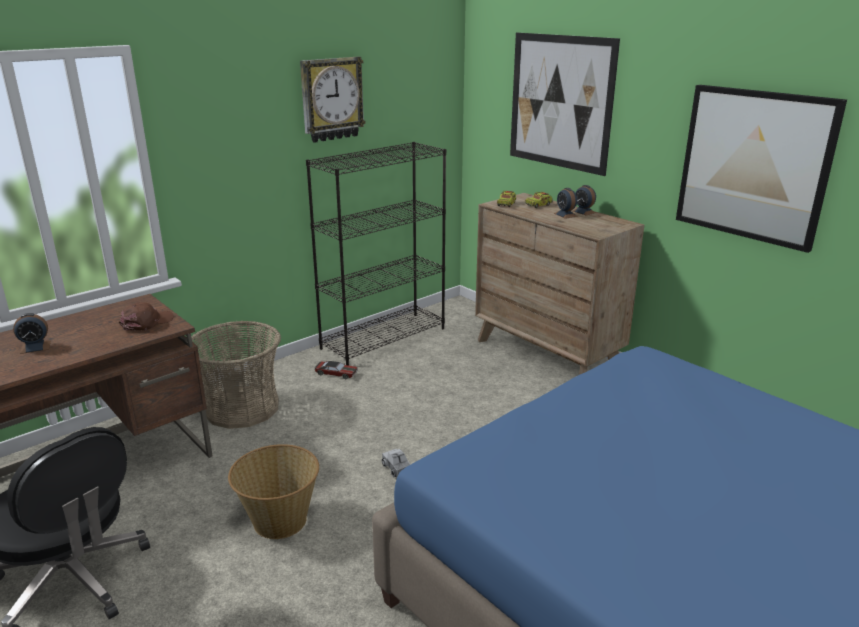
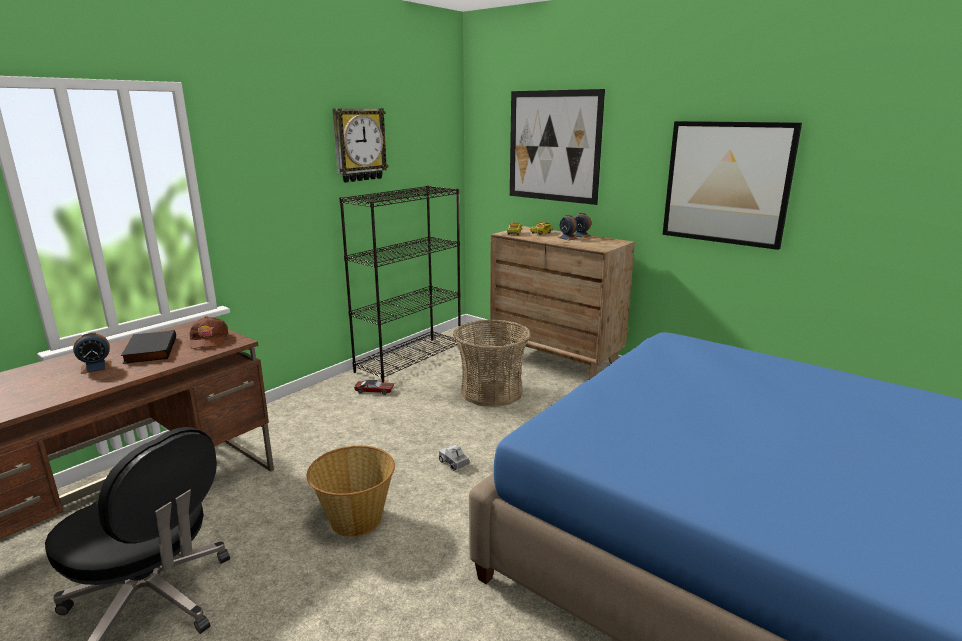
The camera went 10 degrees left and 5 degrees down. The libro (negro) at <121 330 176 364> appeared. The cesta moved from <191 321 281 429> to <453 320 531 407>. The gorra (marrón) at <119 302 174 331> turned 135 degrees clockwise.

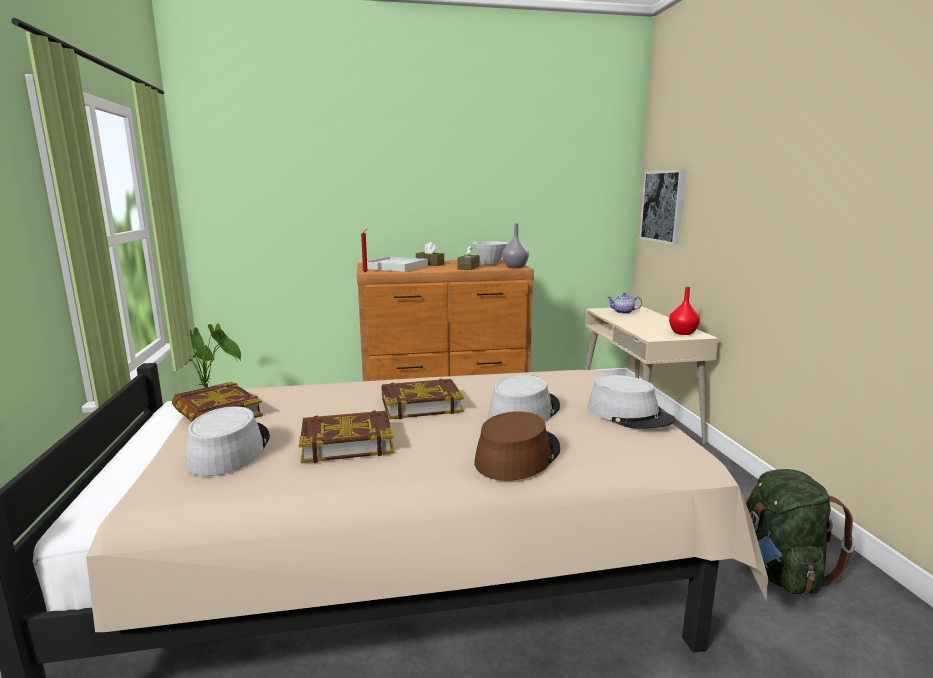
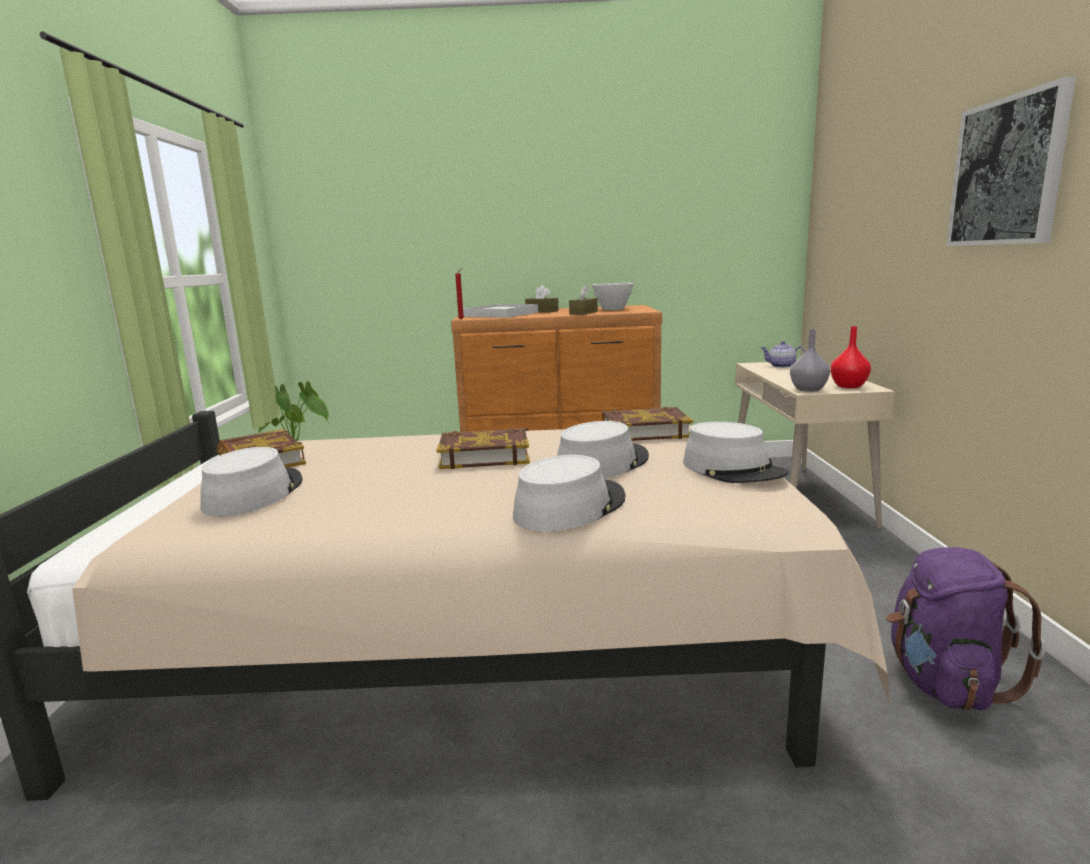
The camera went 10 degrees right and 0 degrees up. The libro moved from <299 410 394 463> to <602 406 693 441>. The florero (gris) moved from <502 223 529 268> to <790 329 830 392>. The cuadro moved from <639 169 686 245> to <946 76 1076 246>. The sombrero (marrón) at <475 411 560 481> became the sombrero (gris) at <513 455 625 531>. The mochila (verde) at <746 469 855 595> became the mochila (morado) at <886 547 1046 710>.

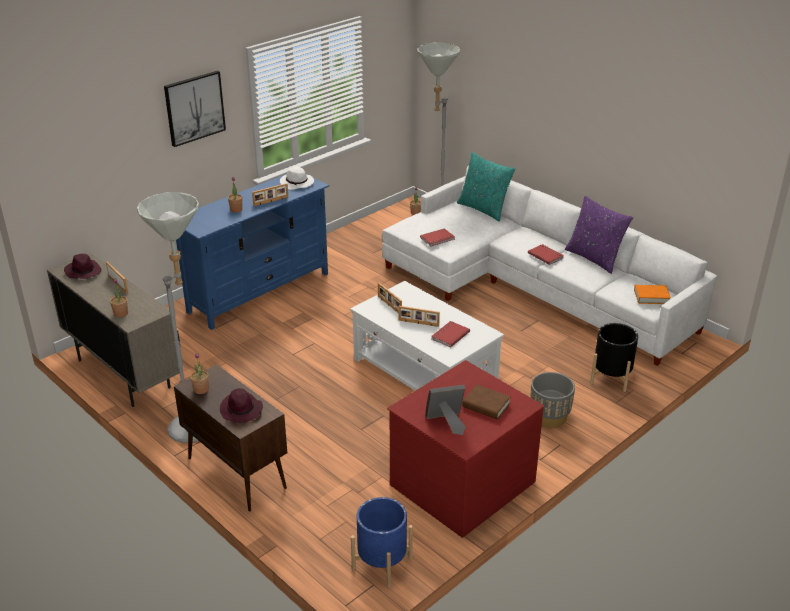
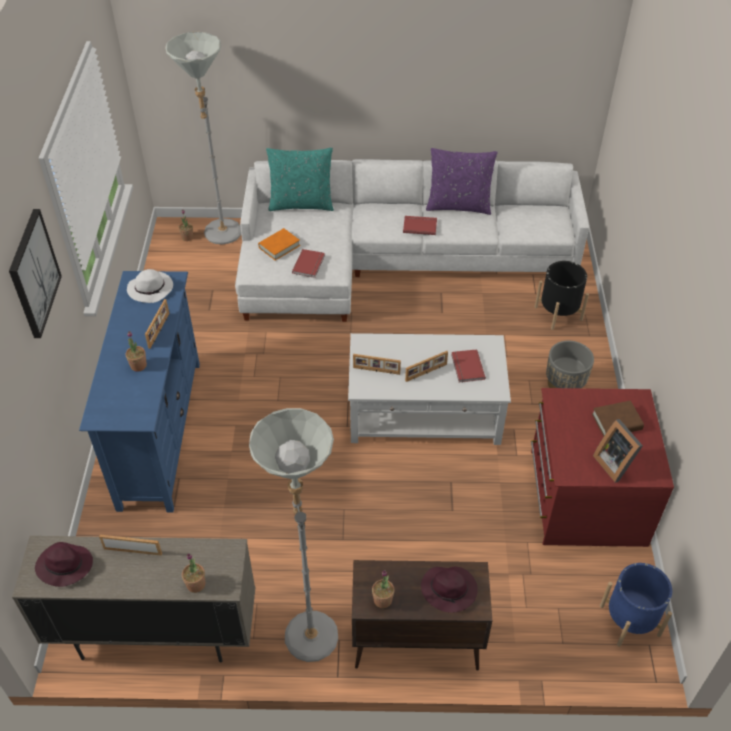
The camera went 45 degrees left and 15 degrees up. The libro (naranja) moved from <634 285 671 304> to <258 228 300 261>. The portarretratos at <425 385 466 435> turned 60 degrees counterclockwise.

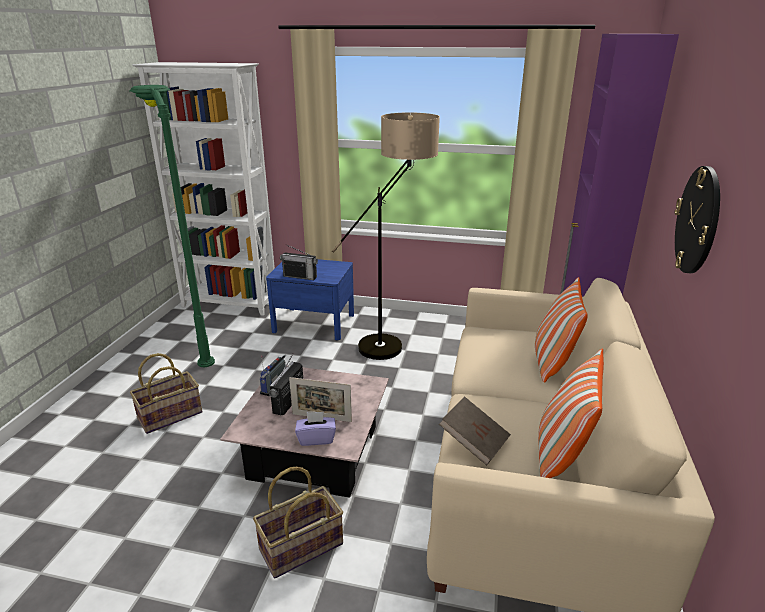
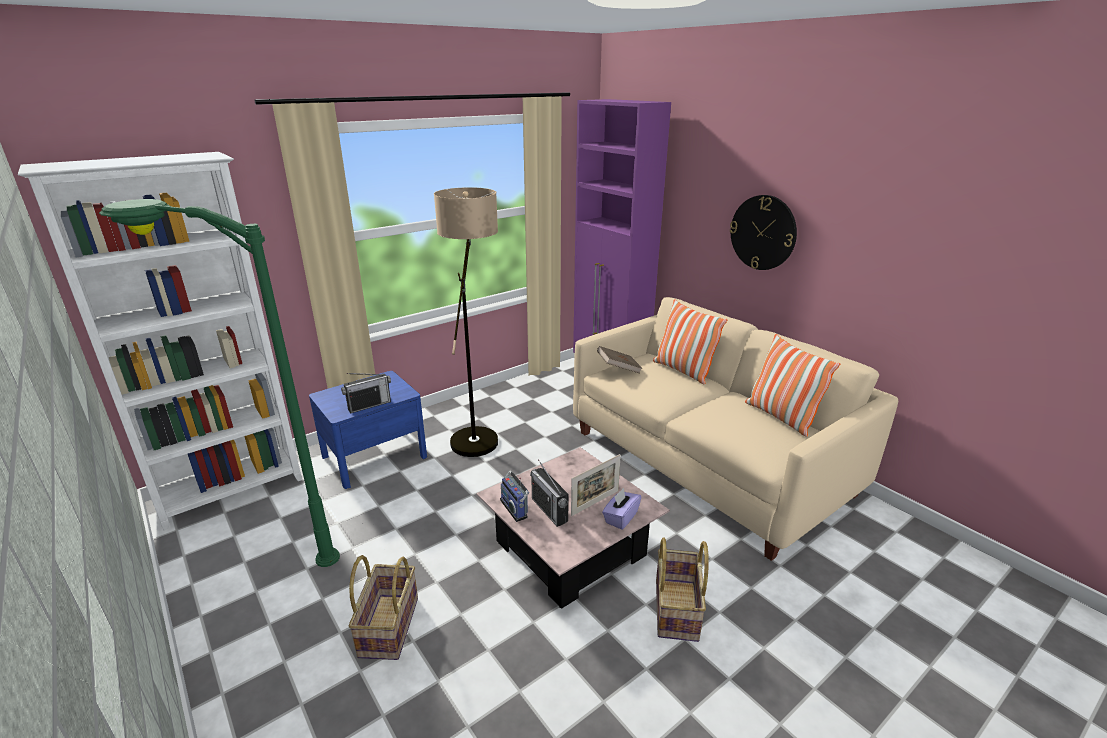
The camera went 50 degrees left and 0 degrees up. The libro (marrón) moved from <439 396 511 465> to <597 346 642 374>.

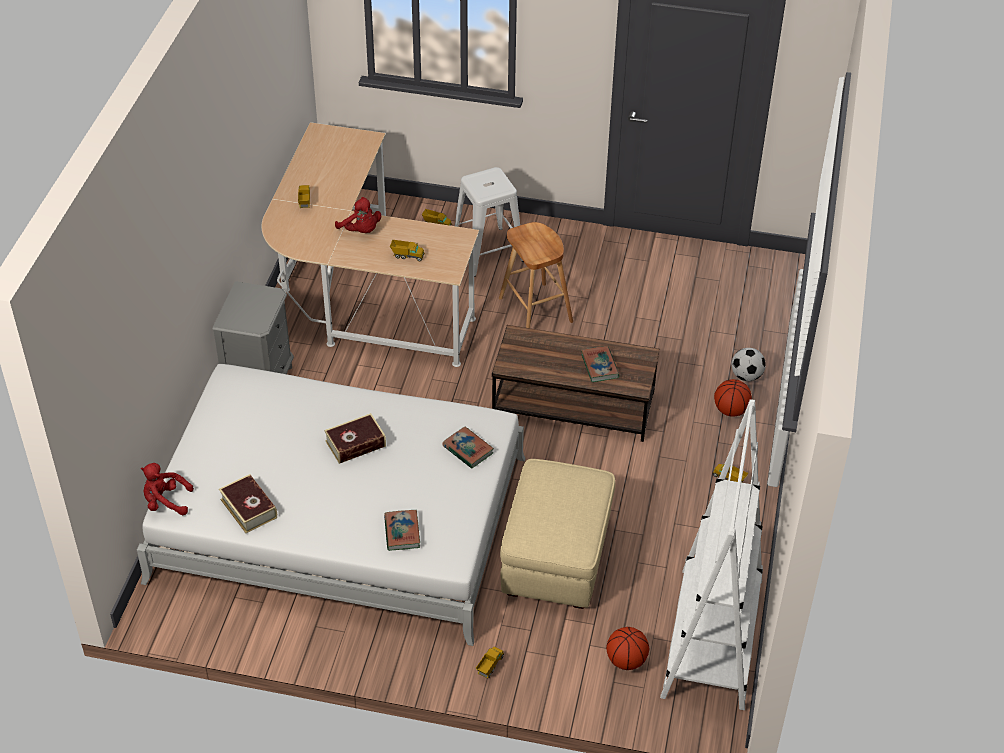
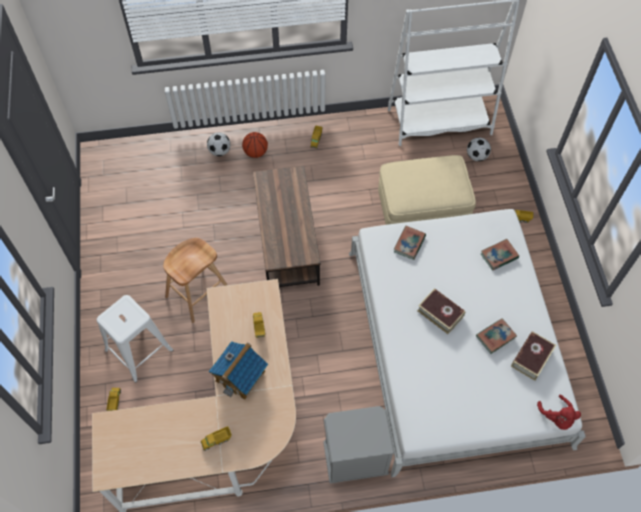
The camera went 110 degrees left and 15 degrees up. The libro moved from <581 346 620 382> to <476 318 517 354>. The peluche (rojo) at <335 197 381 233> was replaced by the casita at <209 341 268 400>. The balón de baloncesto at <606 627 649 670> was replaced by the balón de fútbol at <467 138 491 161>.

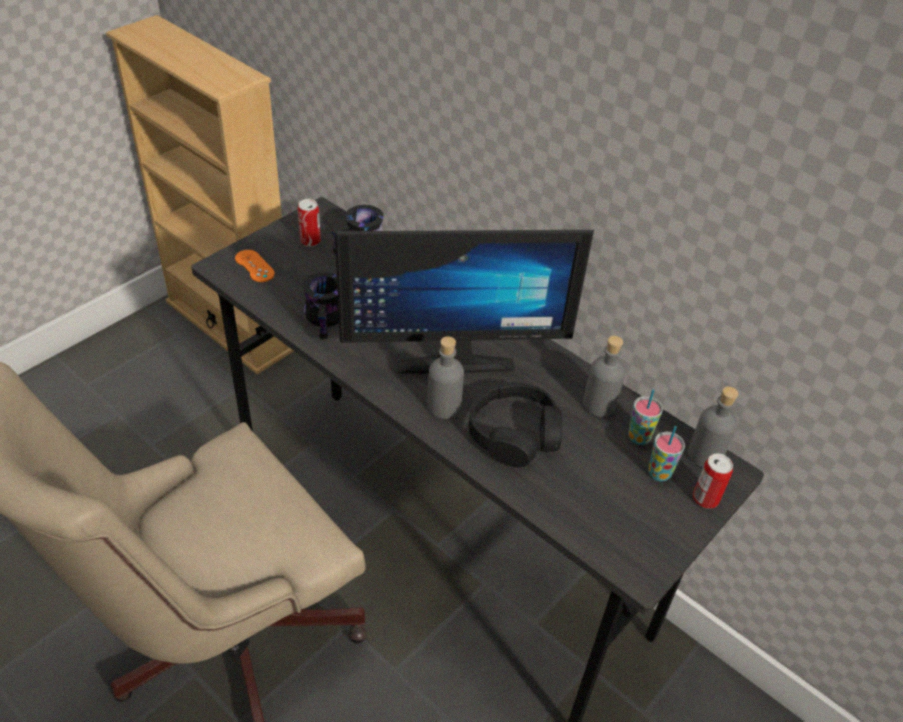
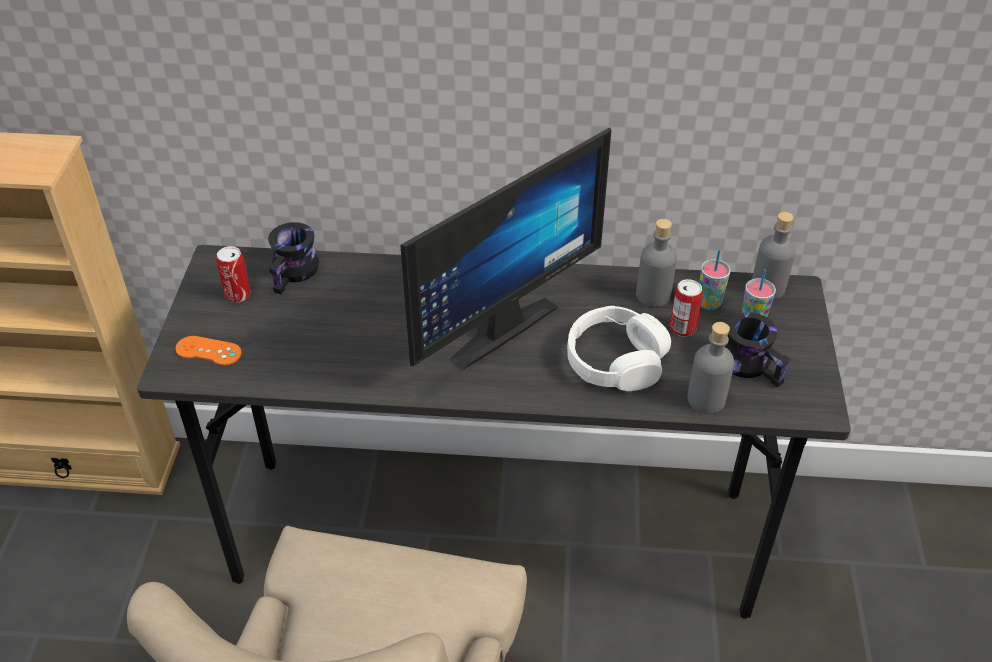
The camera went 35 degrees left and 0 degrees up. The taza grande (negro) moved from <303 272 339 339> to <725 312 791 387>. The botella (gris) moved from <428 336 464 419> to <687 322 734 414>. The lata moved from <693 453 733 508> to <670 279 703 337>. The auriculares (negro) at <469 382 562 468> became the auriculares (blanco) at <567 306 671 391>.

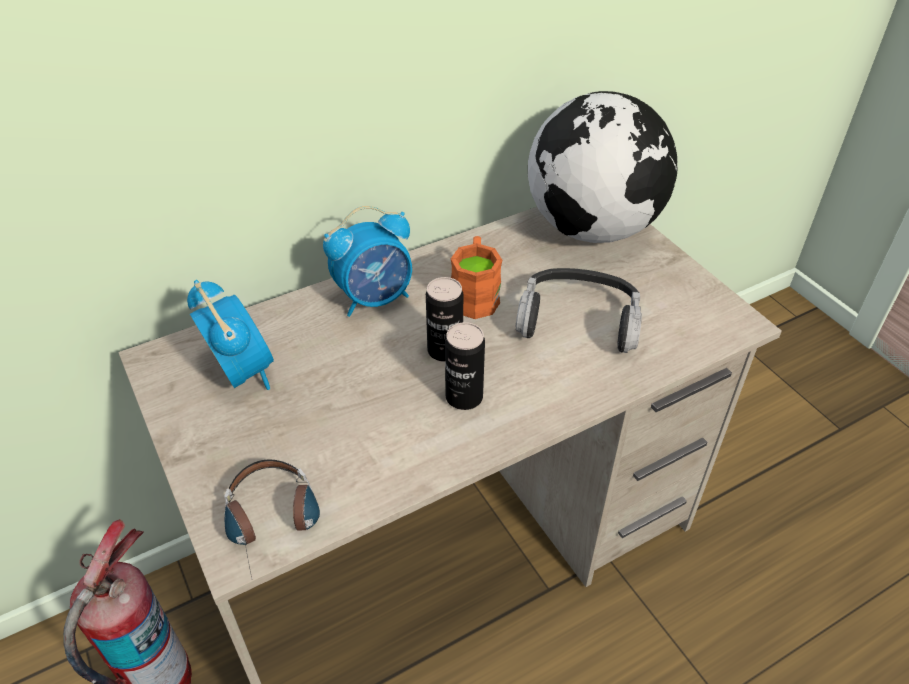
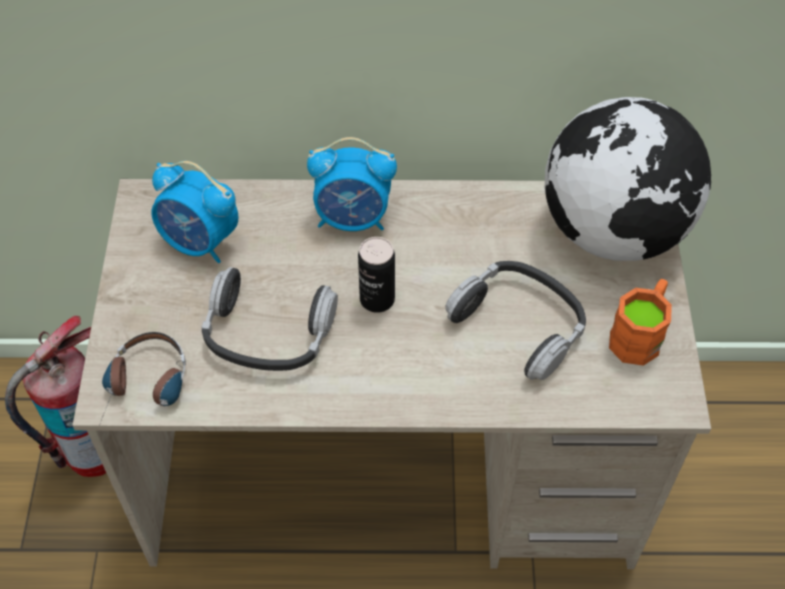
The camera went 30 degrees right and 10 degrees up. The lata at <445 322 485 410> disappeared. The auriculares at <202 267 338 371> appeared. The taza grande (naranja) moved from <451 236 502 319> to <609 279 672 366>. The despertador at <187 280 274 390> turned 120 degrees clockwise.

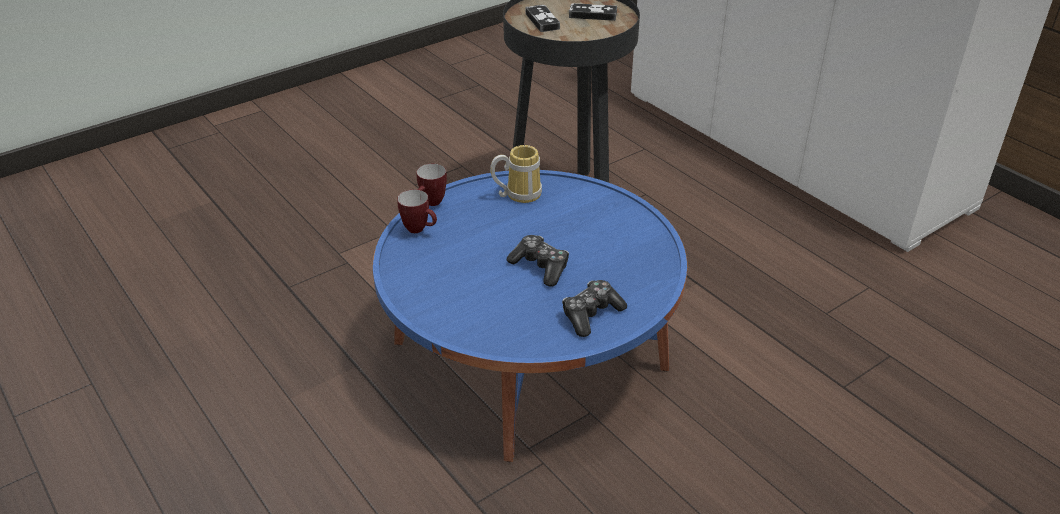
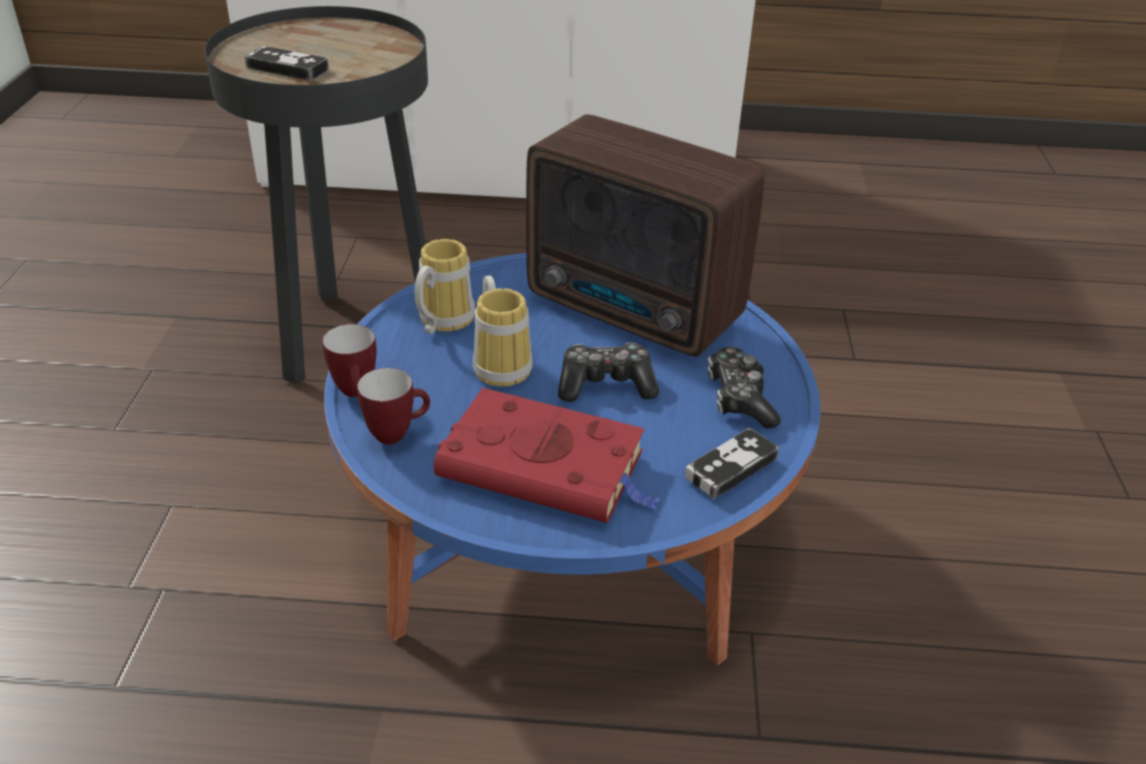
The camera went 50 degrees left and 0 degrees up. The libro (rojo) at <434 388 660 523> appeared. The taza grande at <473 275 533 386> appeared. The radio at <526 114 765 357> appeared. The mando de consola moved from <569 3 617 21> to <685 428 779 499>.

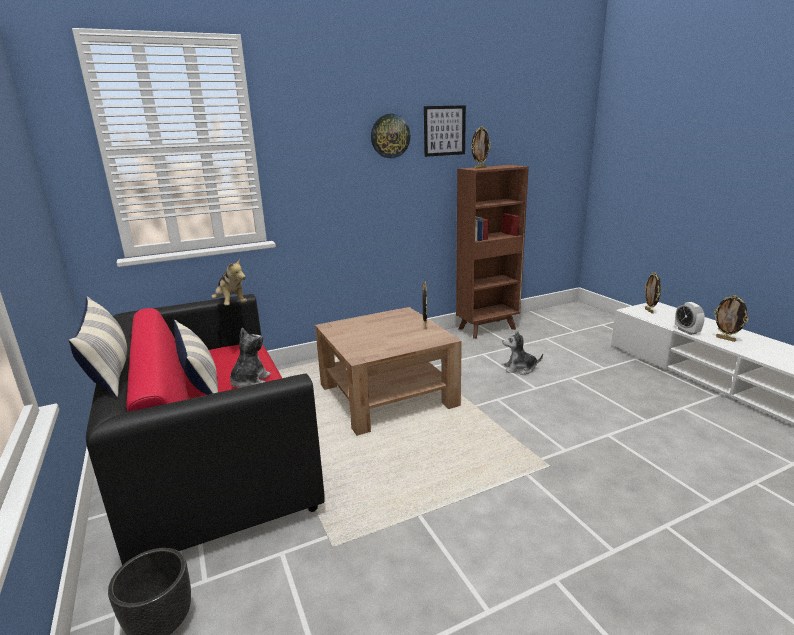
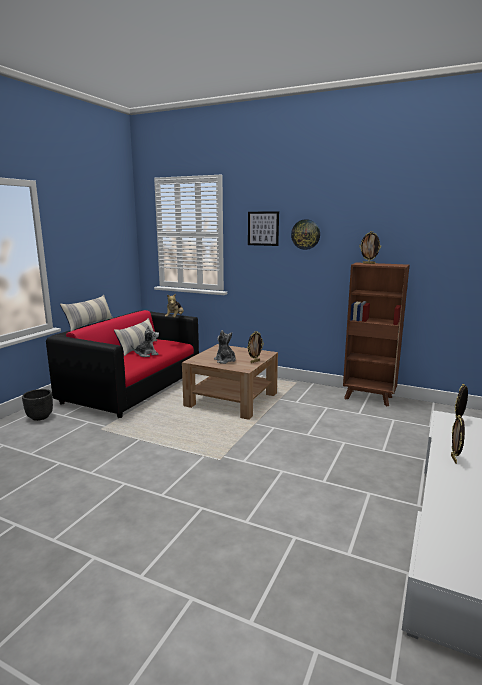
The camera went 50 degrees right and 5 degrees down. The despertador at <675 302 705 335> disappeared. The cuadro moved from <424 105 466 157> to <248 211 279 246>. The peluche moved from <503 331 543 375> to <214 330 236 364>.

